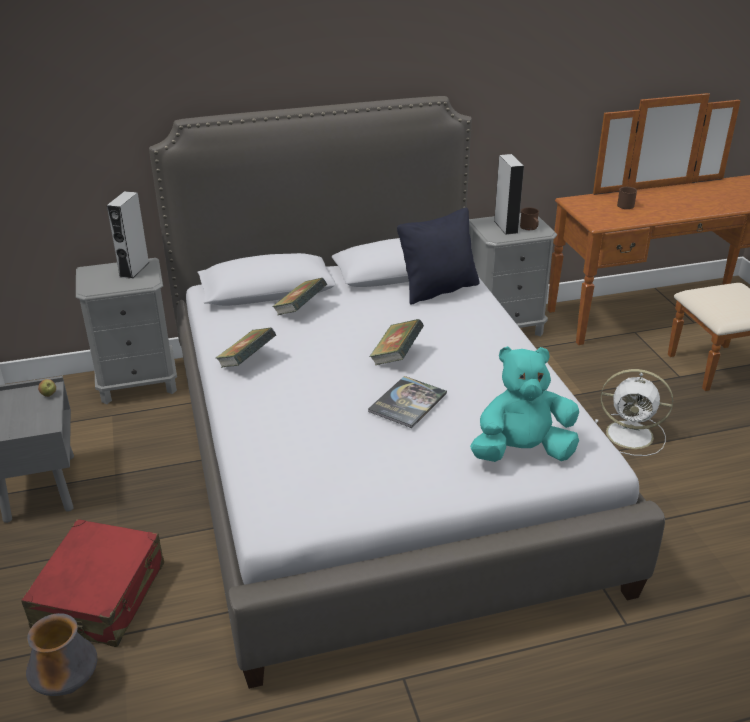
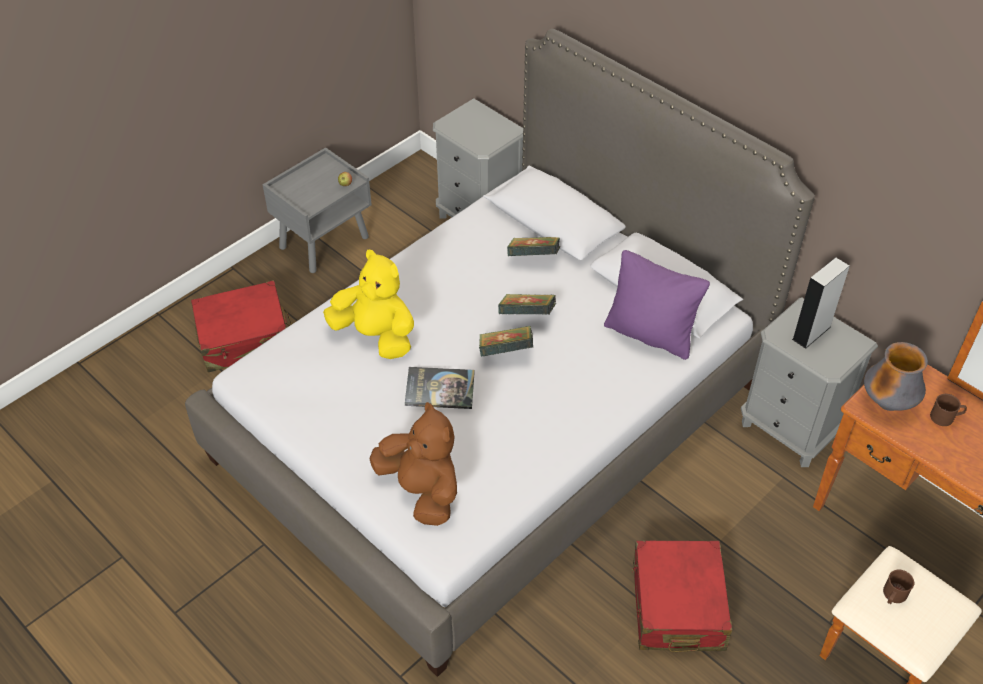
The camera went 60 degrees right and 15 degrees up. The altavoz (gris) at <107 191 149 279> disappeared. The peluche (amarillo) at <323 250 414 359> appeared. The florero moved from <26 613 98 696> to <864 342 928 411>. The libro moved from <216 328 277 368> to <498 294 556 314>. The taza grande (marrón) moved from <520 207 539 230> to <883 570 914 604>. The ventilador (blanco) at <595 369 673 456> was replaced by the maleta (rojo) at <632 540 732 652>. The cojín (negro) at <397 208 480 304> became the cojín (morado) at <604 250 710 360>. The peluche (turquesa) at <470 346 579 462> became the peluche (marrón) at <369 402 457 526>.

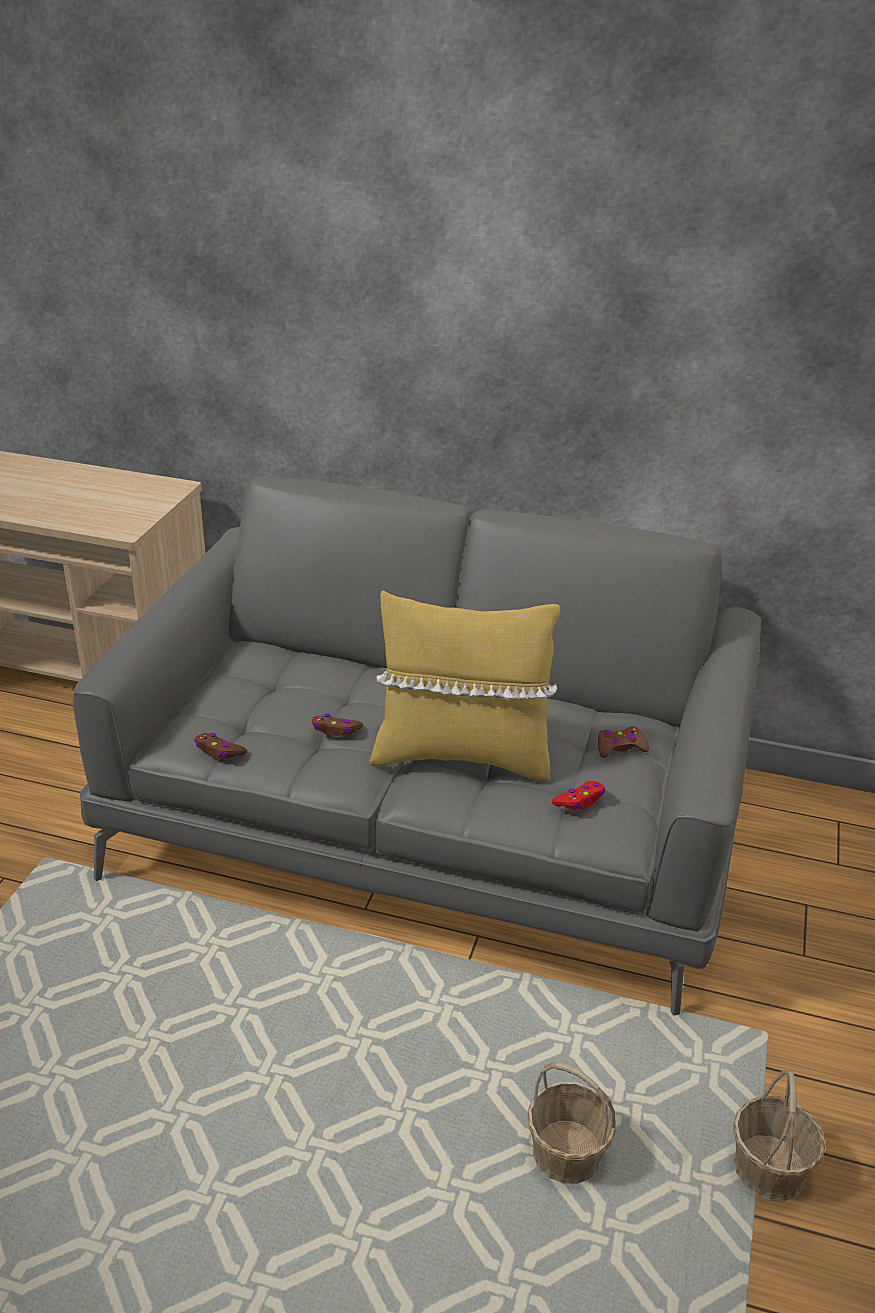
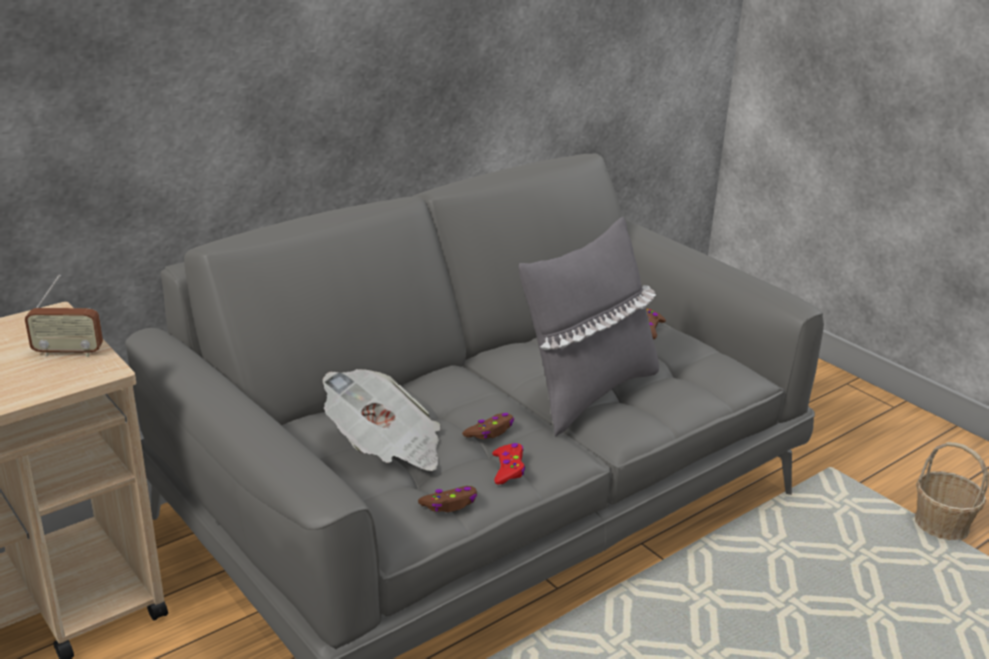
The camera went 55 degrees left and 5 degrees down. The cesta at <527 1062 616 1184> disappeared. The radio at <25 275 103 357> appeared. The periódico at <323 369 440 471> appeared. The mando de consola (rojo) moved from <552 781 606 810> to <492 443 525 484>. The cojín (amarillo) at <370 591 560 782> became the cojín (gris) at <519 217 659 437>.

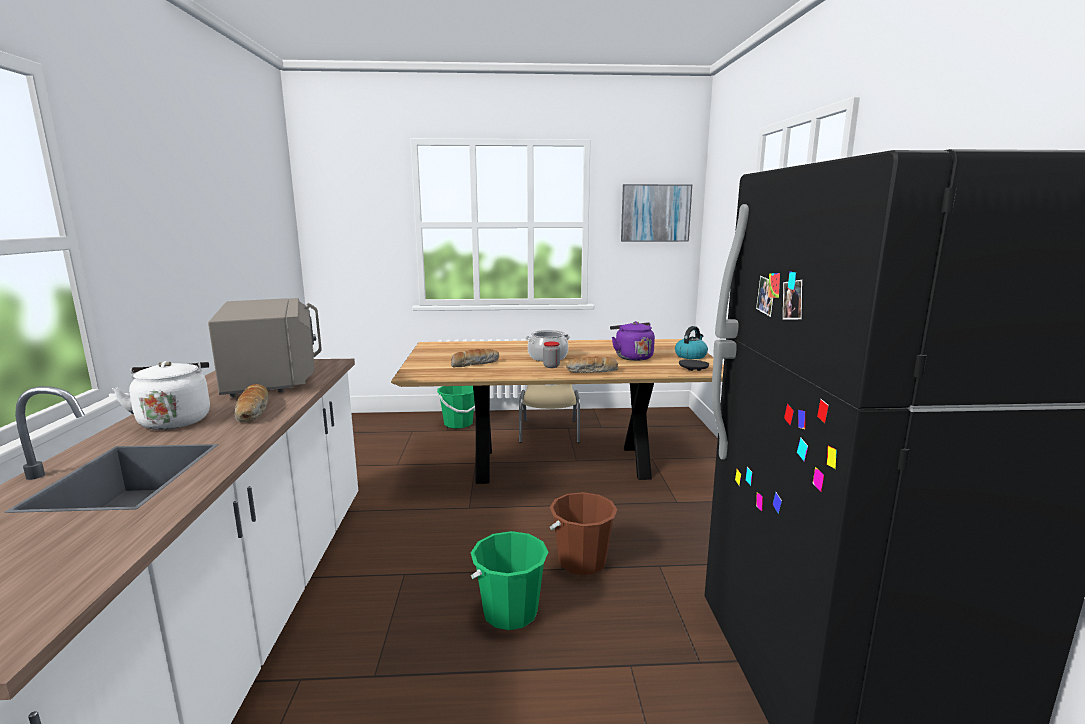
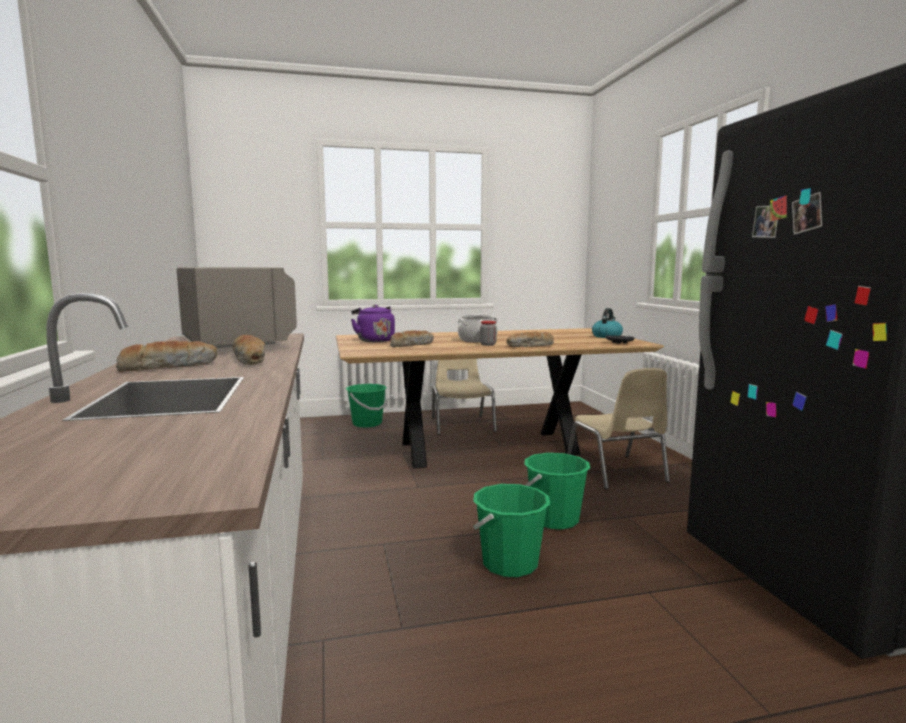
The camera went 10 degrees left and 5 degrees down. The cuadro at <621 184 692 242> disappeared. The silla (beis) at <567 368 670 489> appeared. The hervidor (morado) moved from <610 321 655 361> to <351 305 395 342>. The hervidor (blanco) at <112 361 210 430> was replaced by the pan at <116 341 217 372>. The cubo (marrón) at <550 492 618 575> became the cubo (verde) at <524 453 590 530>.

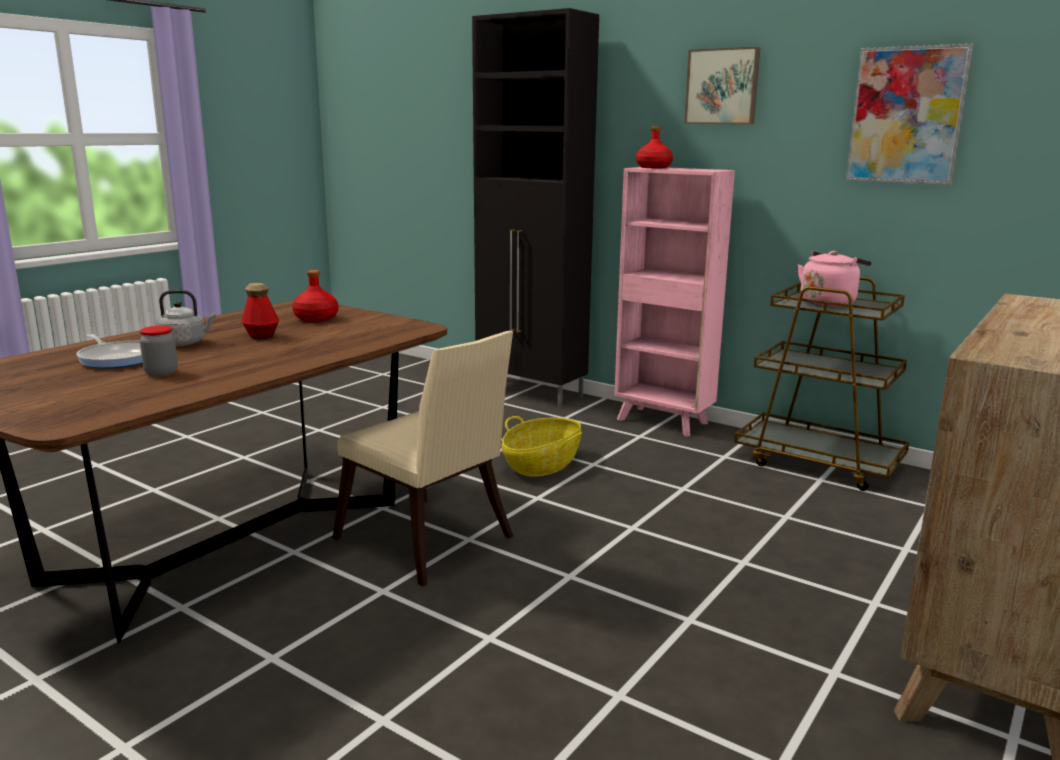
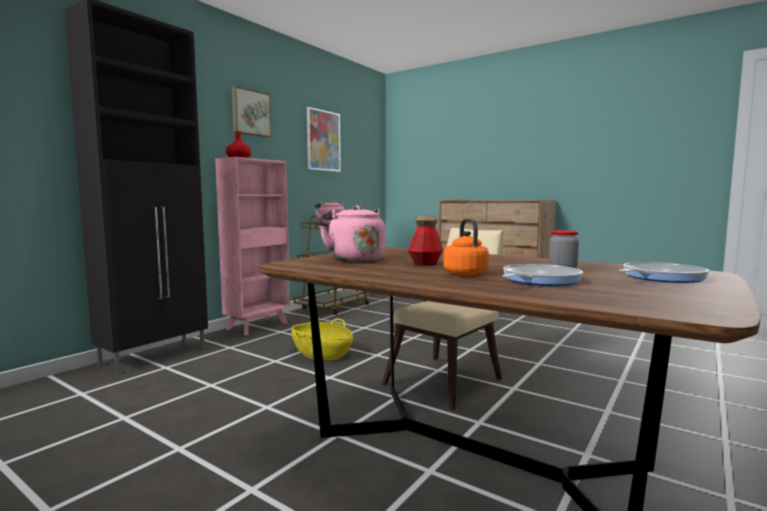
The camera went 90 degrees left and 10 degrees down. The sartén at <619 262 709 283> appeared. The botella (rojo) at <292 270 338 322> was replaced by the hervidor (rosa) at <319 205 385 262>. The hervidor (gris) at <157 290 216 346> became the hervidor (naranja) at <443 218 489 276>.

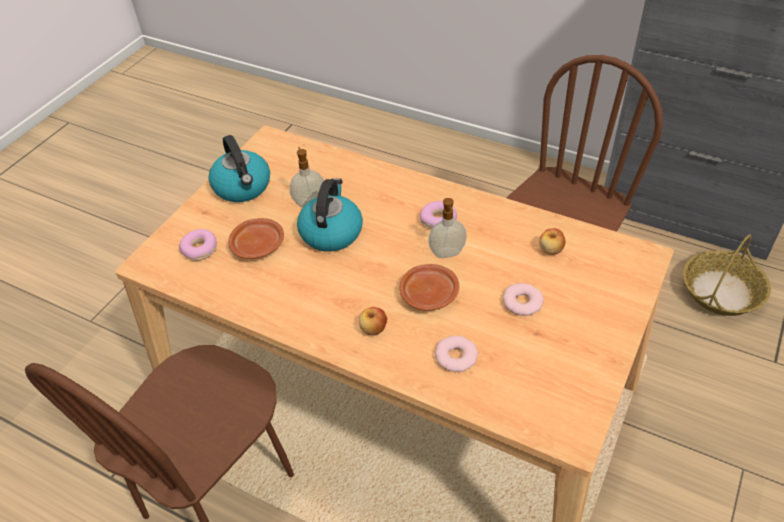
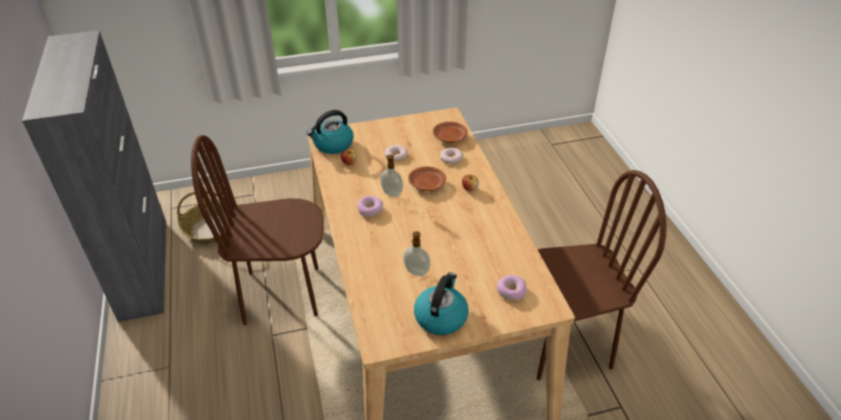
The camera went 135 degrees left and 5 degrees down. The plato (marrón) moved from <228 218 284 259> to <433 122 468 143>. The hervidor moved from <297 178 363 252> to <307 110 354 154>.

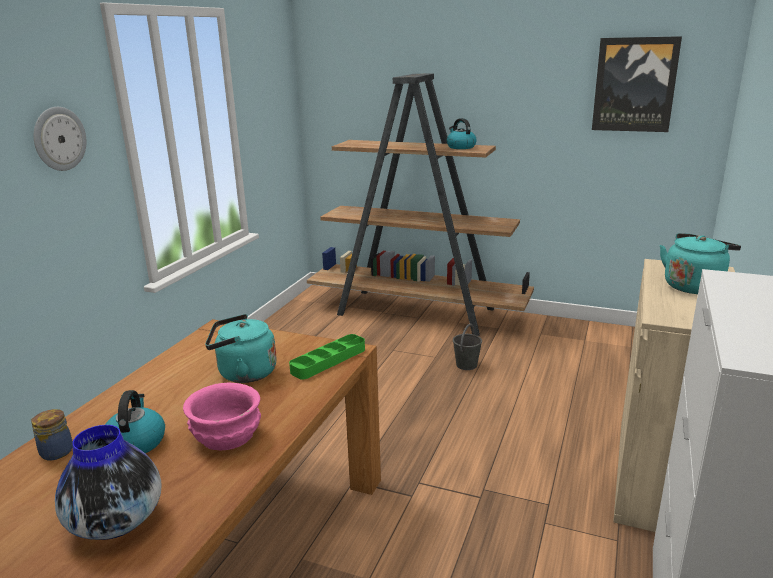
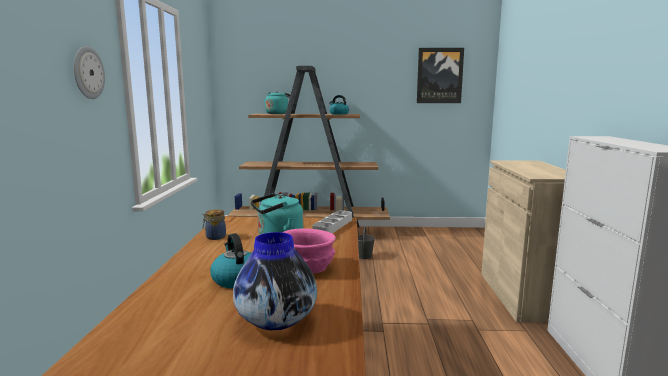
The camera went 20 degrees left and 10 degrees down. The tarro moved from <31 409 73 460> to <203 210 226 240>. The hervidor (turquesa) moved from <660 233 741 294> to <264 91 290 114>. The bandeja (verde) at <289 334 365 379> became the bandeja (gris) at <313 210 352 233>.

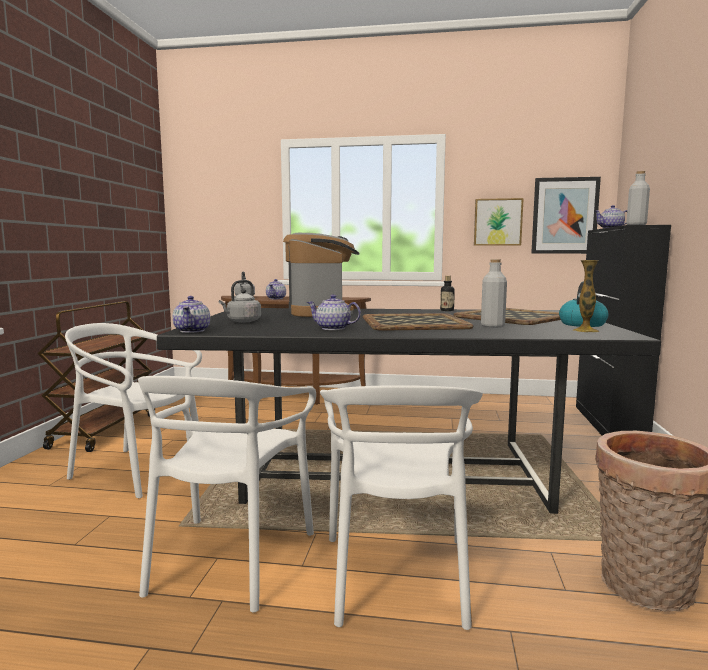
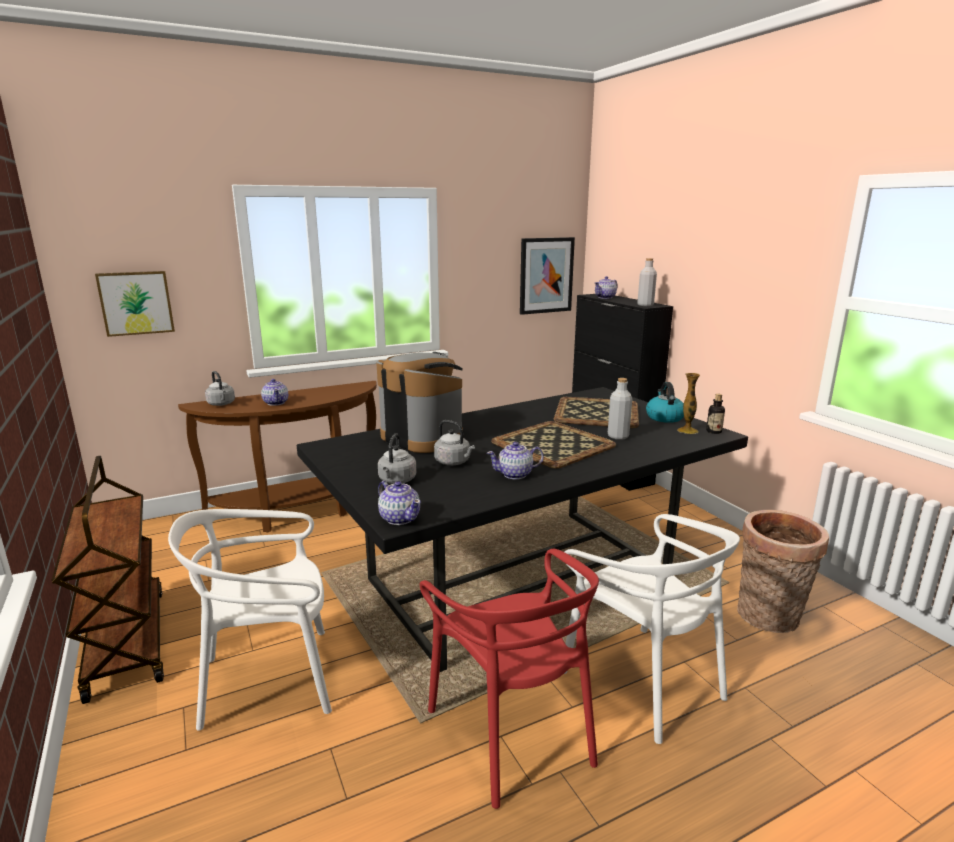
The camera went 35 degrees left and 10 degrees up. The hervidor (gris) at <434 420 475 465> appeared. The botella moved from <440 276 455 311> to <706 394 725 434>. The cuadro moved from <474 198 524 246> to <95 271 175 337>. The silla (blanco) at <138 376 316 612> became the silla (rojo) at <420 549 599 809>.

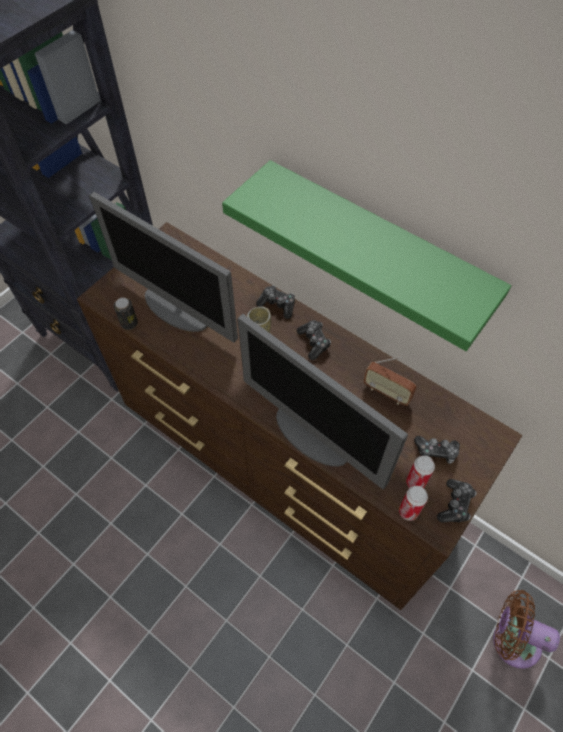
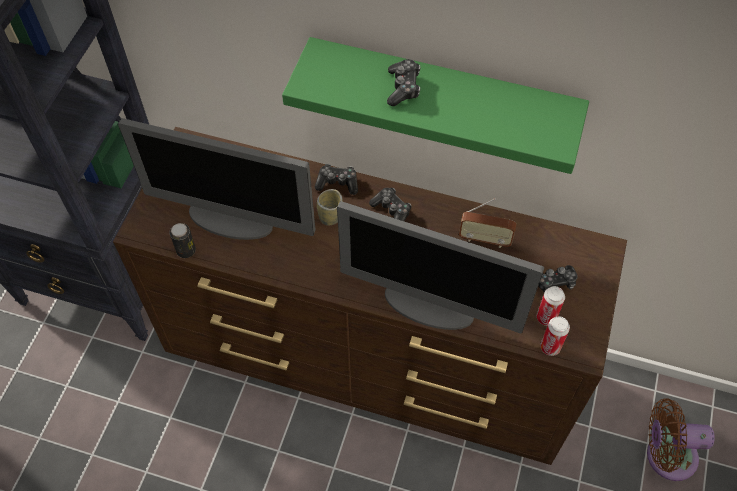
The camera went 20 degrees left and 0 degrees up. The mando de consola moved from <437 479 476 523> to <387 59 421 106>.

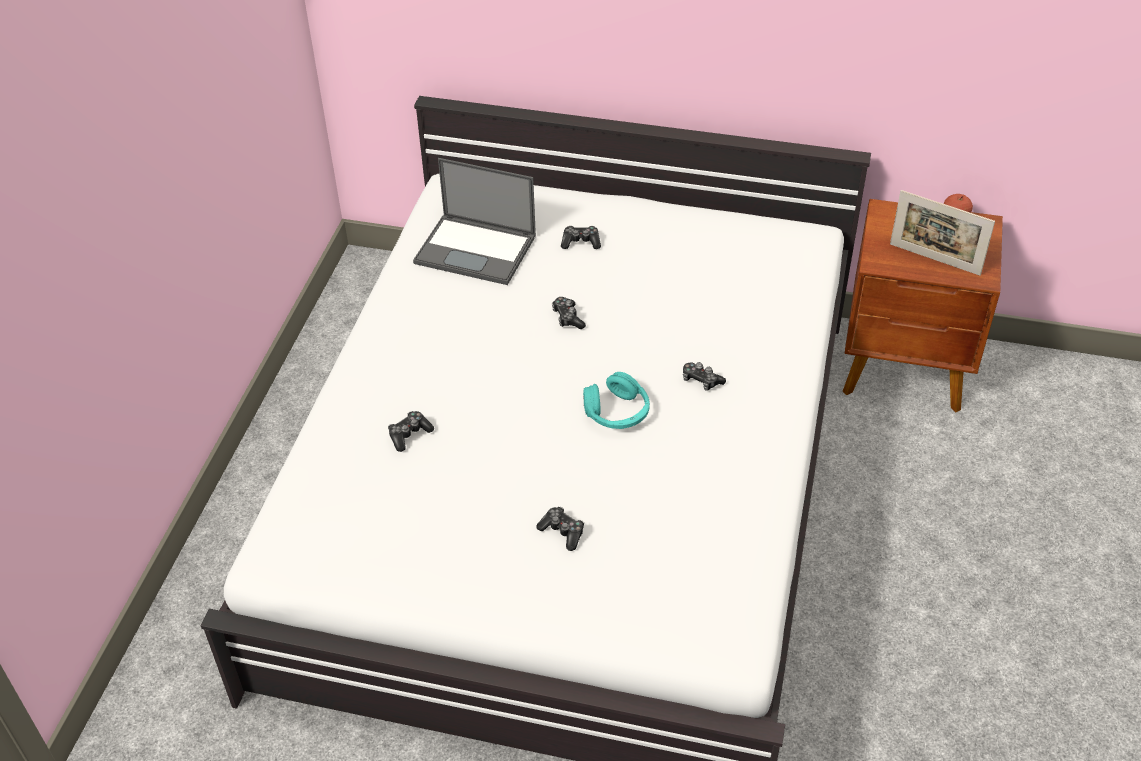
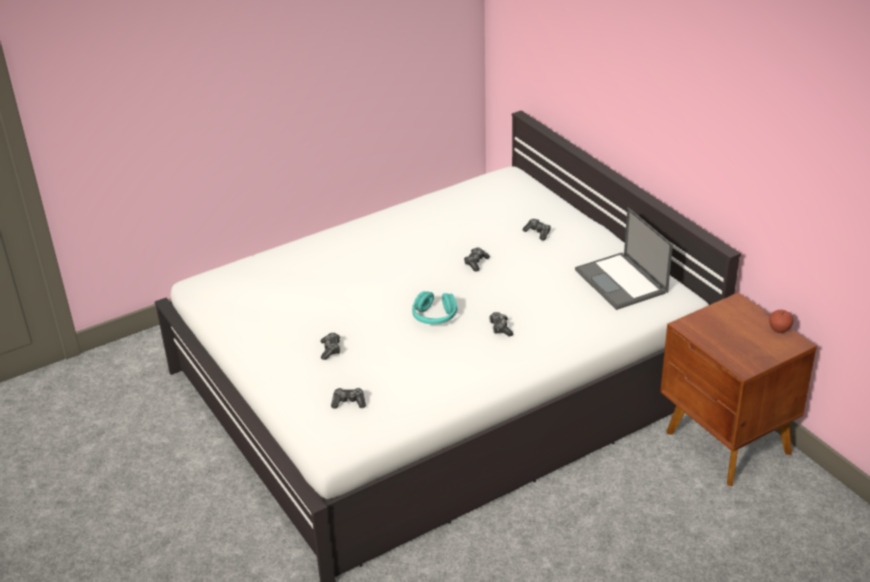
The camera went 45 degrees right and 10 degrees down. The portarretratos at <890 190 995 276> disappeared. The mando de consola moved from <388 411 434 452> to <331 388 366 409>. The portátil moved from <413 158 536 285> to <575 207 673 310>.

